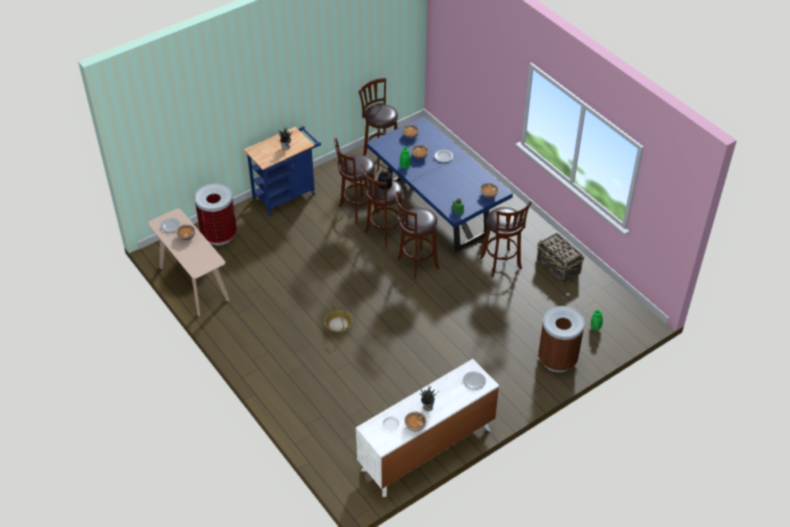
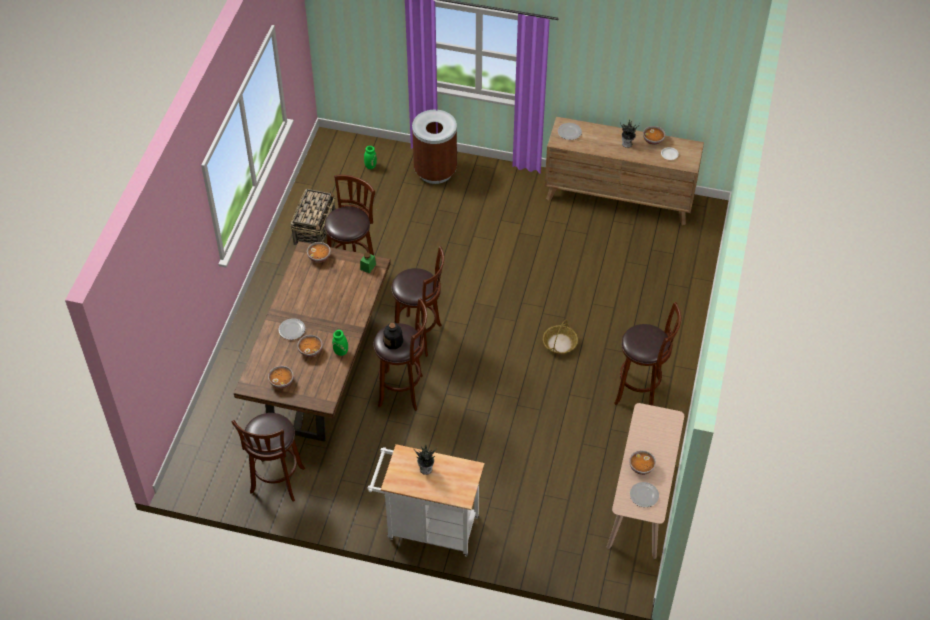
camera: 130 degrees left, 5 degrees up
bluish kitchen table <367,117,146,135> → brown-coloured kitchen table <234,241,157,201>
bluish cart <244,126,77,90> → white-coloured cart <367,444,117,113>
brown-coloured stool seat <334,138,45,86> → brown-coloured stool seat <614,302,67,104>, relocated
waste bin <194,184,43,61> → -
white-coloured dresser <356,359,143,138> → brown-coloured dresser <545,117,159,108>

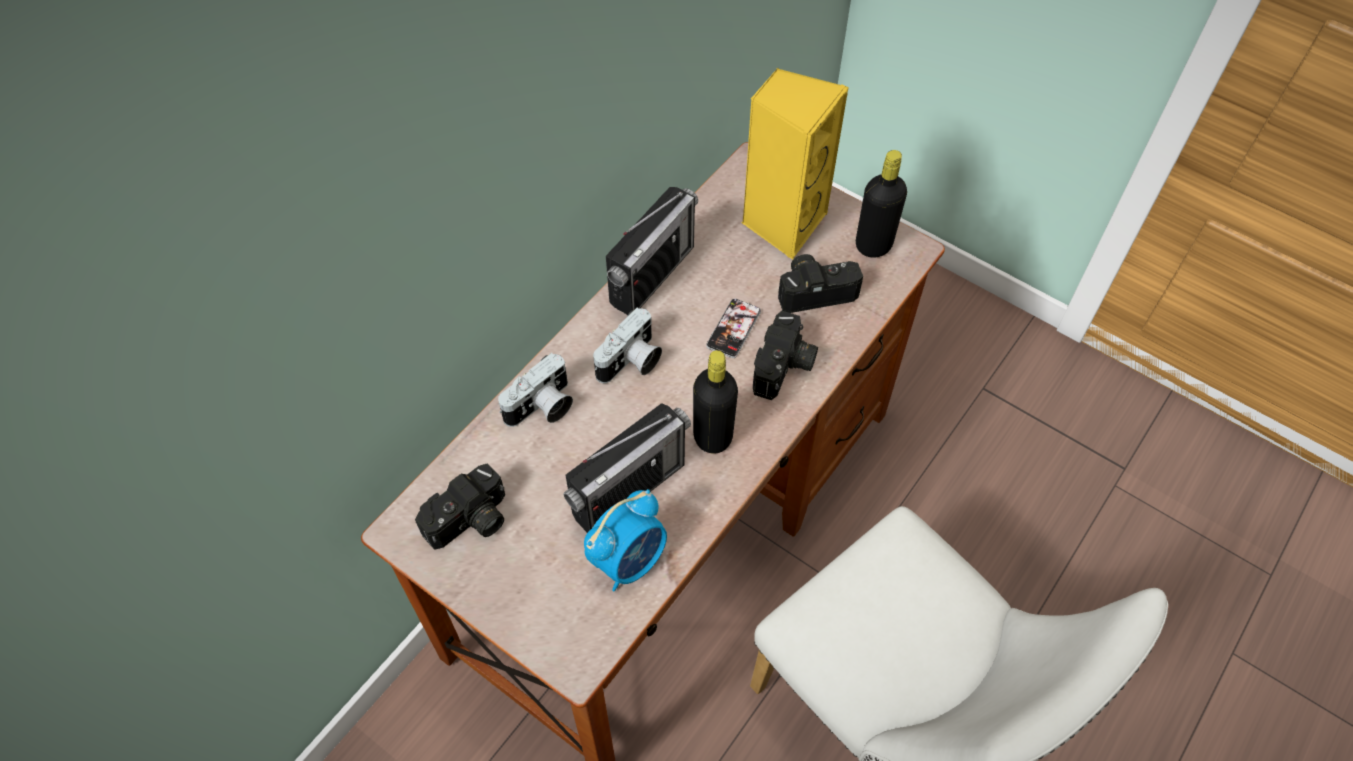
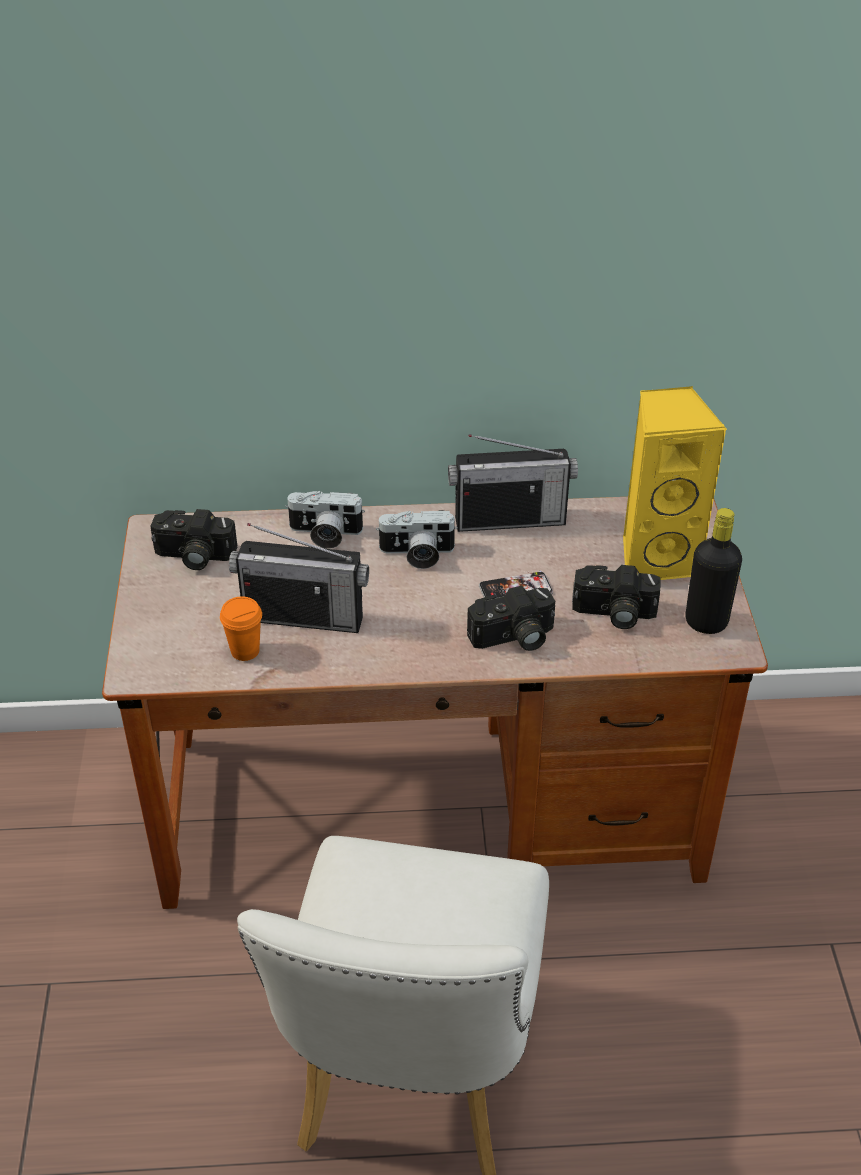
camera: 50 degrees right, 15 degrees down
still camera <778,254,85,59> → still camera <572,565,89,64>, 150 degrees clockwise
blackish drink bottle <693,350,45,104> → -
bedside clock <584,489,83,102> → orangey drinking cup <220,596,42,65>

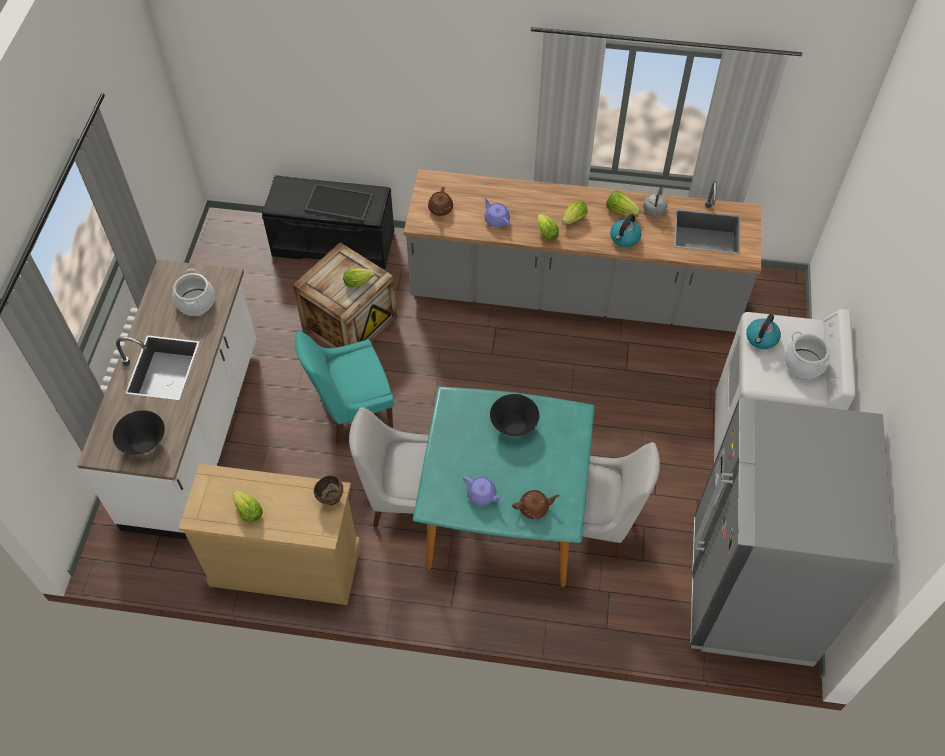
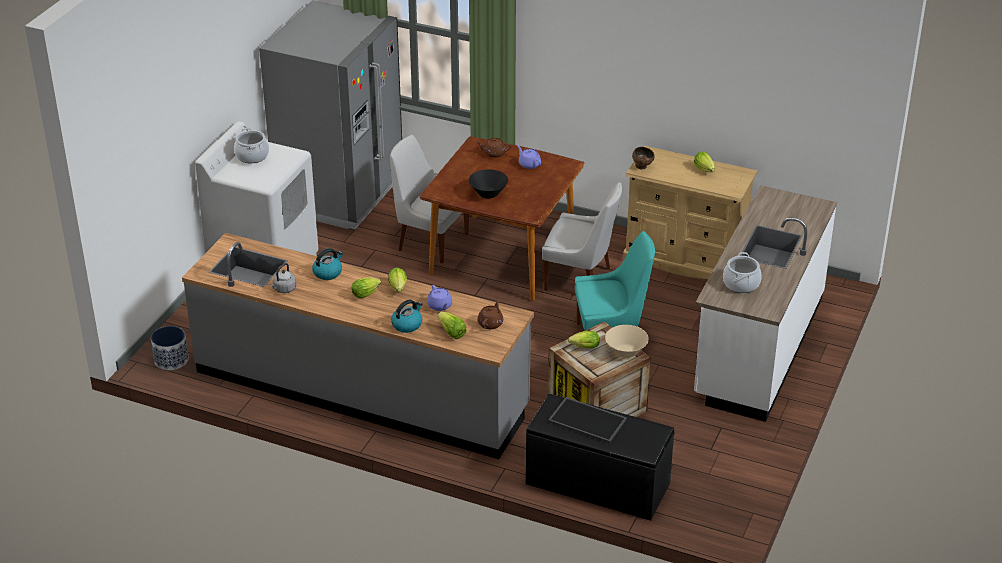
camera: 165 degrees left, 20 degrees down
lettuce <606,191,35,26> → lettuce <437,312,30,27>, relocated
kettle <746,314,35,35> → kettle <391,300,31,33>, relocated
turquoise kitchen table <413,386,181,201> → brown-coloured kitchen table <419,136,165,165>
blackish deep dish <113,410,52,45> → -
- → beige deep dish <605,325,44,33>
- → plant pot <151,326,38,44>

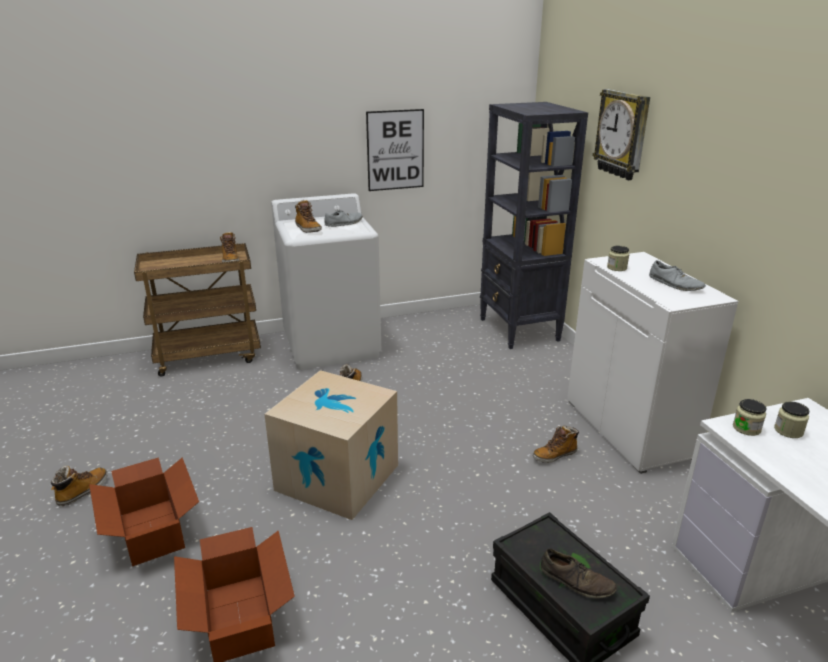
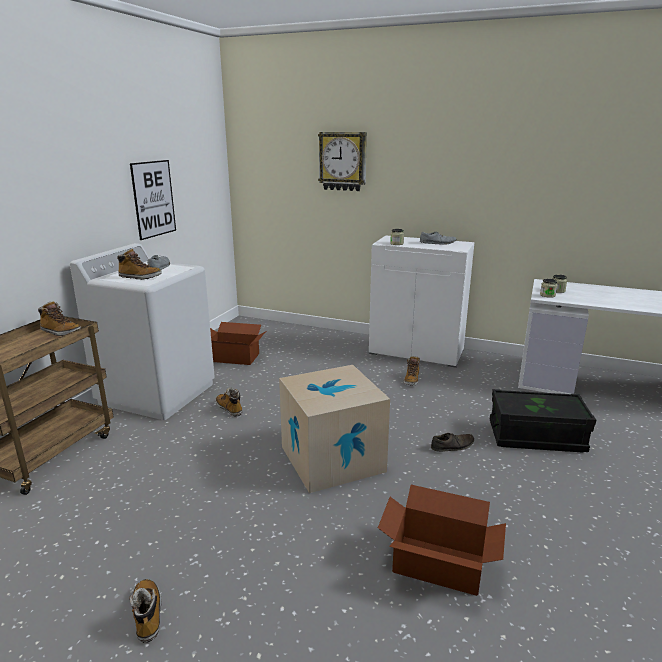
camera: 50 degrees left, 5 degrees down
blackish bookcase <480,102,108,247> → -
cardboard box <89,457,110,109> → cardboard box <210,322,56,43>, relocated
brown-coloured low shoe <541,548,76,50> → brown-coloured low shoe <431,433,43,19>, relocated

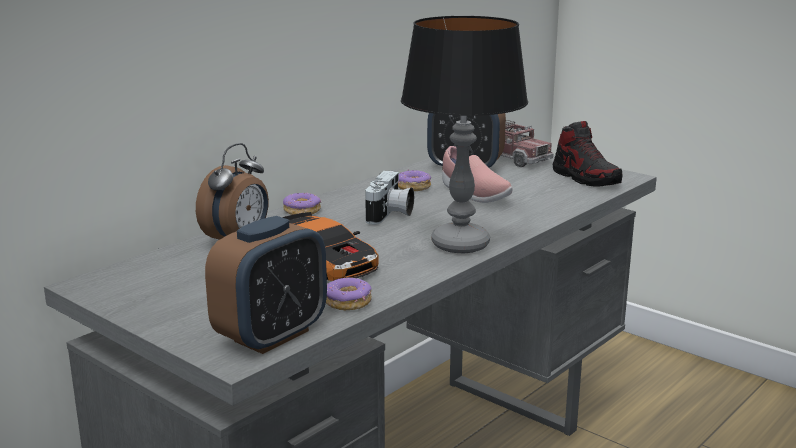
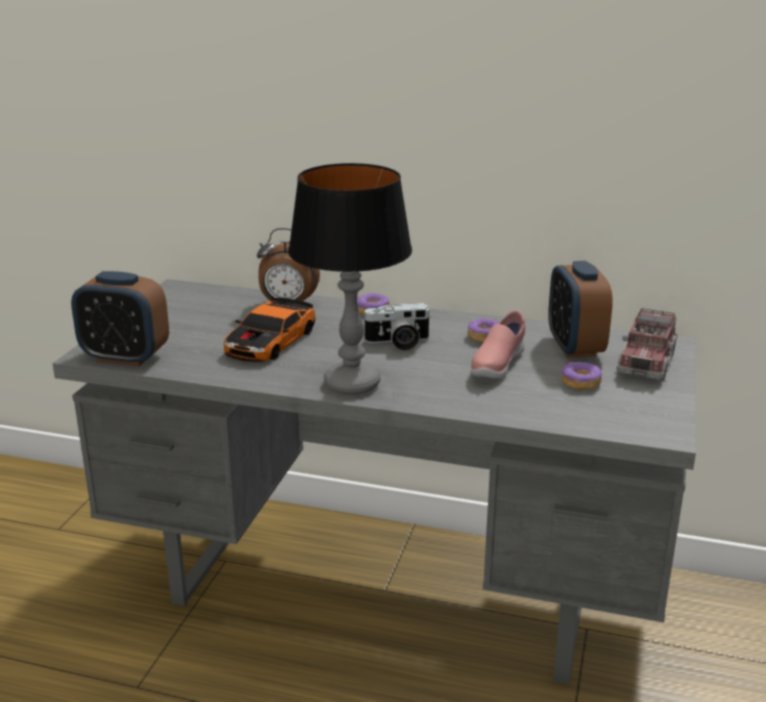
camera: 65 degrees right, 5 degrees up
low shoe <553,121,70,66> → -
ring doughnut <326,278,46,32> → ring doughnut <562,362,40,28>, relocated

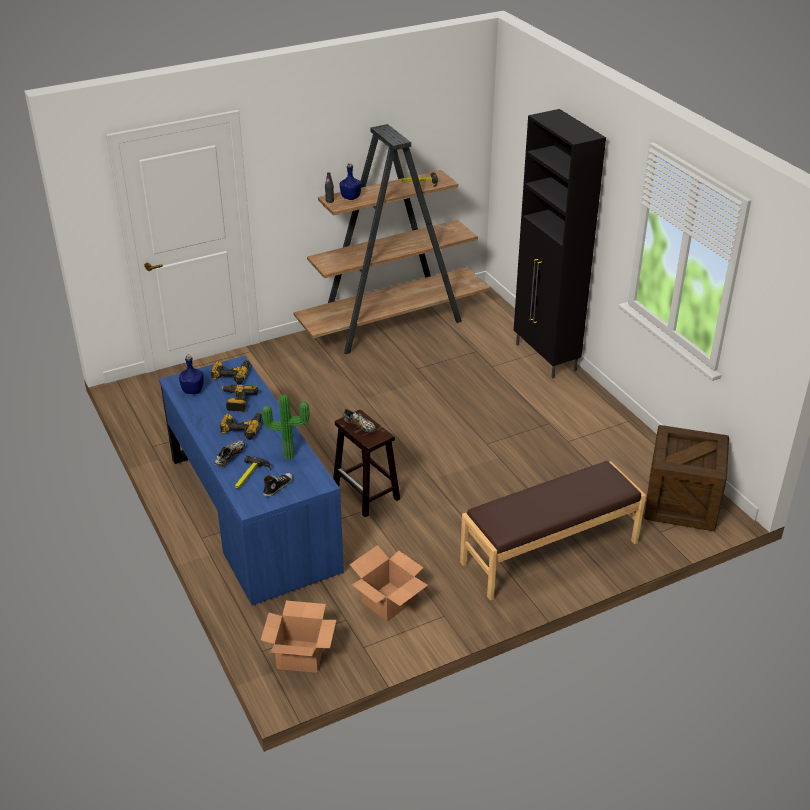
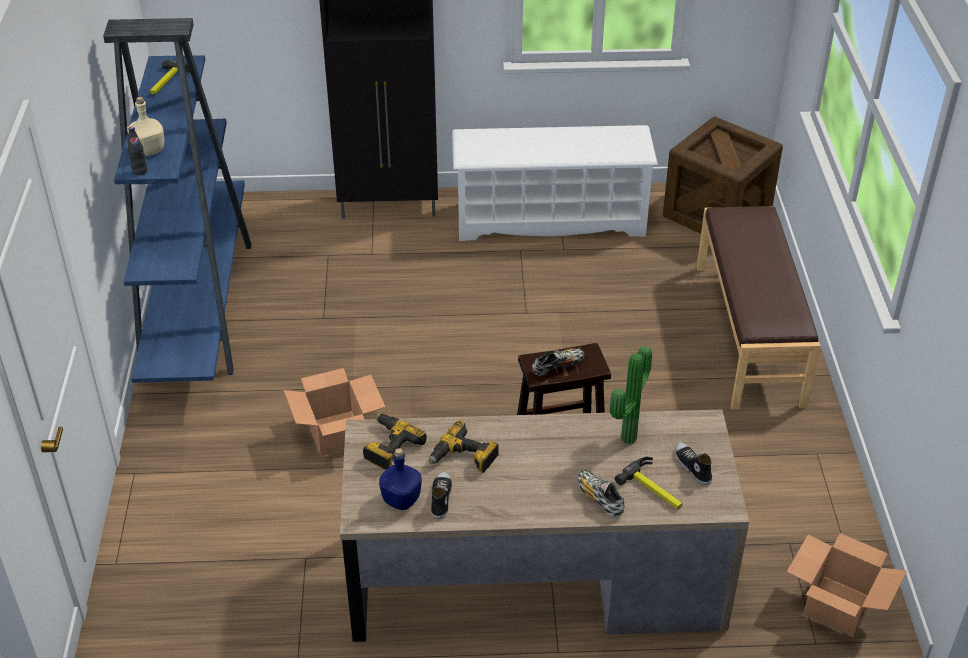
camera: 65 degrees left, 5 degrees up
brown-coloured bookcase <293,124,197,230> → bluish bookcase <103,18,148,365>
bluish drink bottle <340,163,21,37> → beige drink bottle <127,97,37,59>
bluish desk <159,356,185,249> → brown-coloured desk <340,410,409,232>
electric drill <220,412,42,28> → -
cardboard box <350,545,78,77> → cardboard box <284,368,101,88>, relocated
- → white-coloured shoe rack <452,125,206,116>
- → low shoe <431,471,21,48>

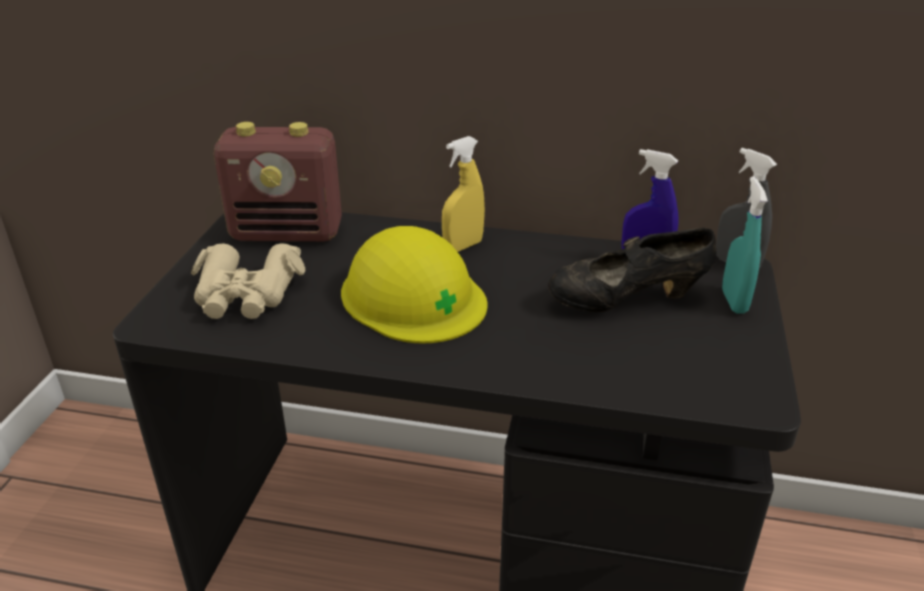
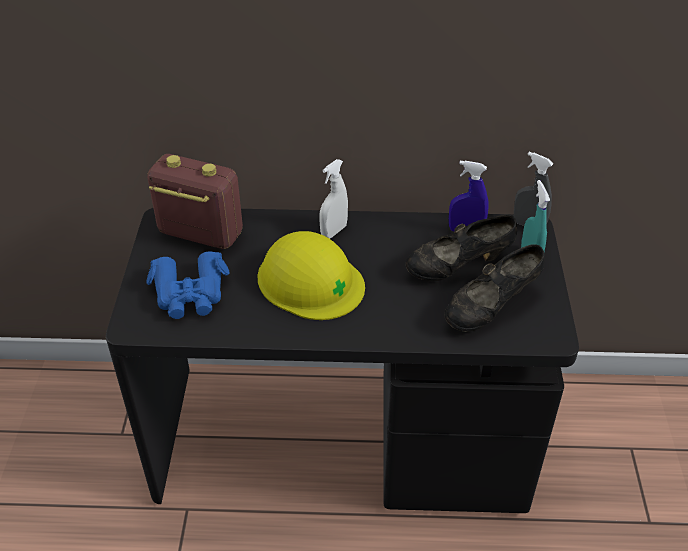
camera: 10 degrees left, 10 degrees up
radio <214,122,128,120> → radio <147,154,96,95>, 150 degrees counterclockwise
yellow-coloured sprayer <442,136,43,116> → white-coloured sprayer <320,159,28,80>
beige binoculars <191,243,114,76> → bluish binoculars <146,251,83,68>
- → blackish low shoe <444,244,100,88>

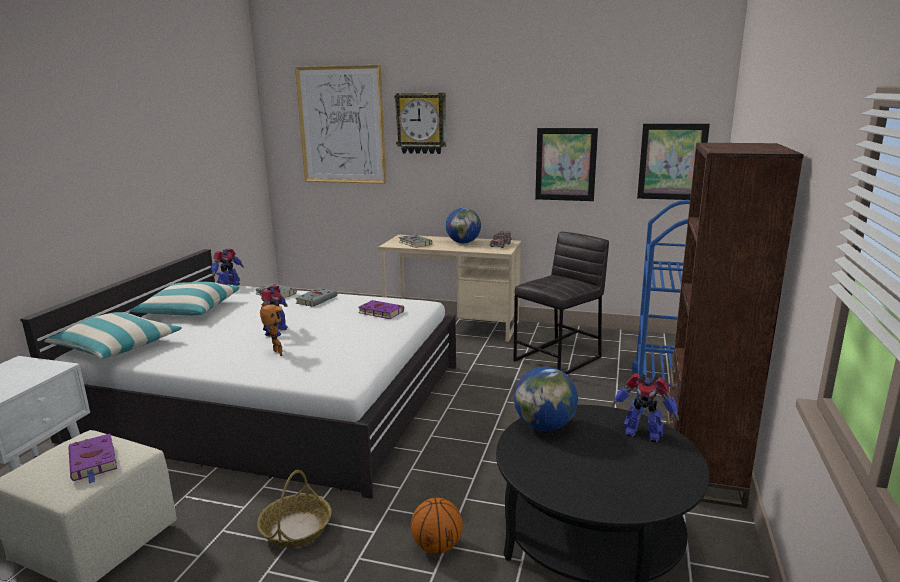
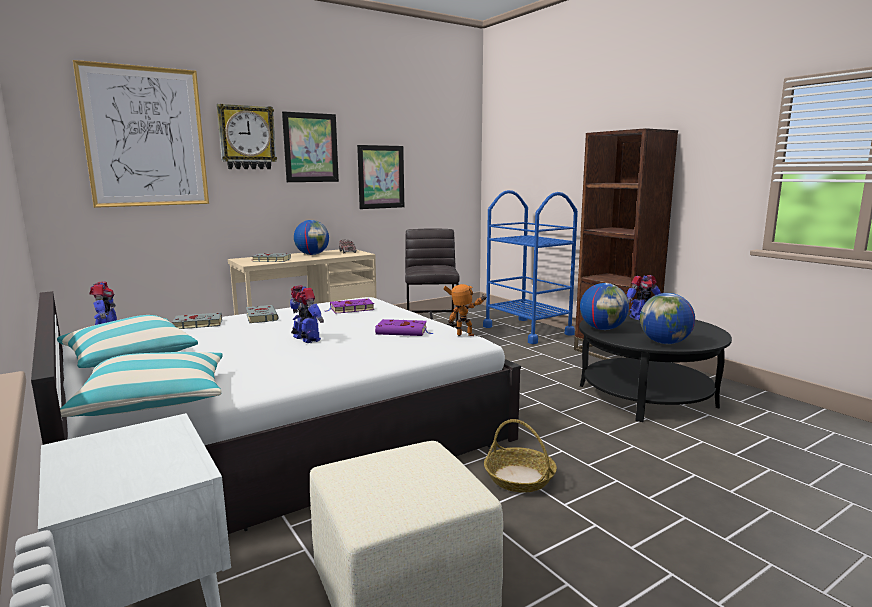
camera: 50 degrees left, 5 degrees down
picture <637,124,73,76> → picture <282,111,57,71>, relocated
toy robot <260,302,23,54> → toy robot <443,284,44,52>, relocated
purplish volume <68,434,49,50> → purplish volume <375,319,58,17>, relocated
ball for basketball <411,498,52,56> → -
- → desk globe <640,293,55,51>

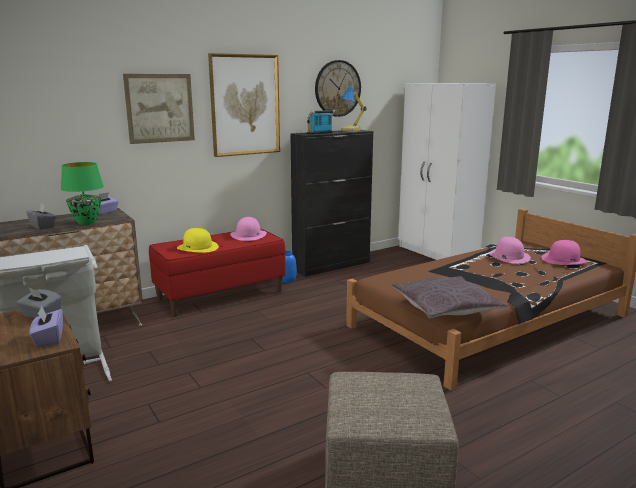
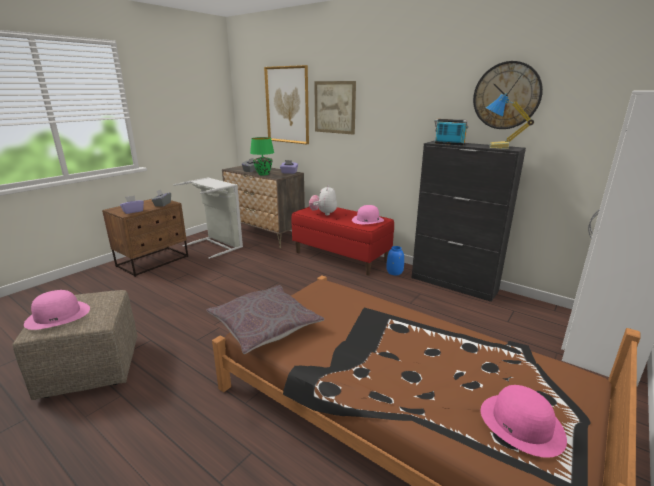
camera: 70 degrees right, 5 degrees up
picture <208,53,72,104> → picture <264,65,45,79>, relocated
yellow-coloured wearable hat <177,228,42,25> → soft toy <309,185,28,31>
pink-coloured wearable hat <489,237,42,27> → pink-coloured wearable hat <24,290,66,40>, relocated

